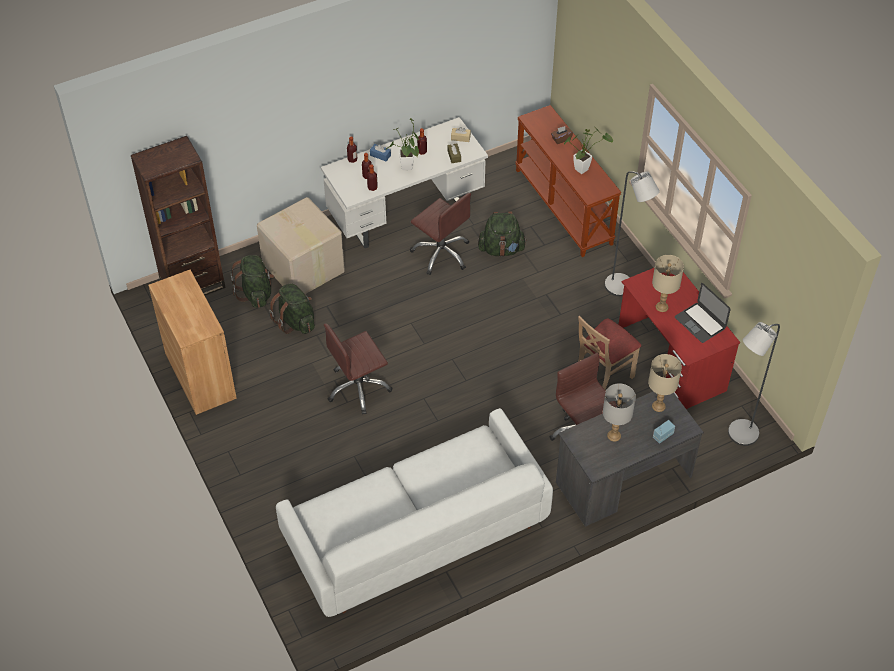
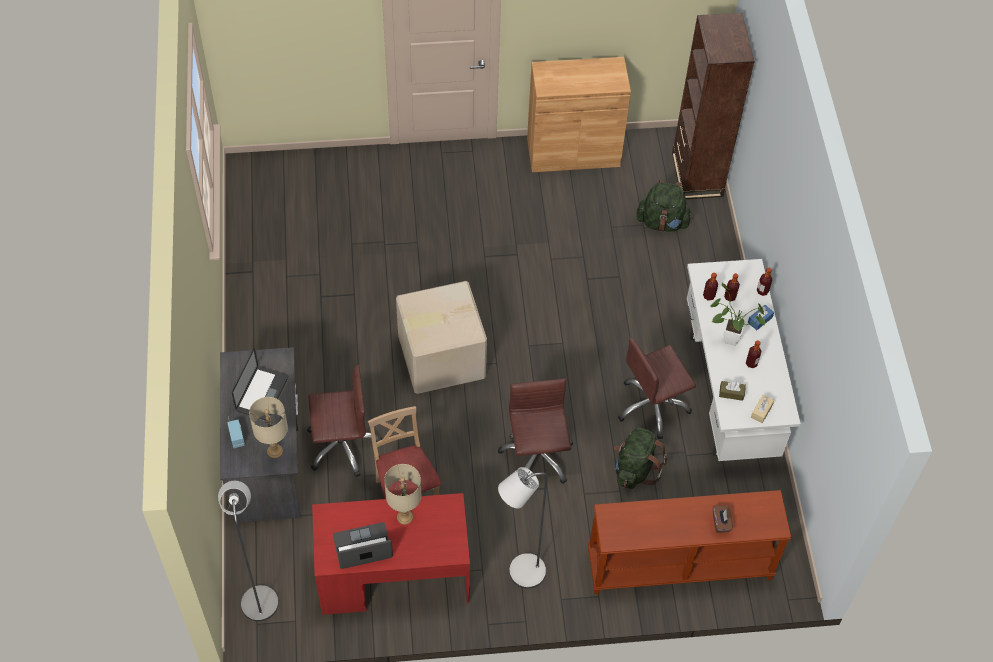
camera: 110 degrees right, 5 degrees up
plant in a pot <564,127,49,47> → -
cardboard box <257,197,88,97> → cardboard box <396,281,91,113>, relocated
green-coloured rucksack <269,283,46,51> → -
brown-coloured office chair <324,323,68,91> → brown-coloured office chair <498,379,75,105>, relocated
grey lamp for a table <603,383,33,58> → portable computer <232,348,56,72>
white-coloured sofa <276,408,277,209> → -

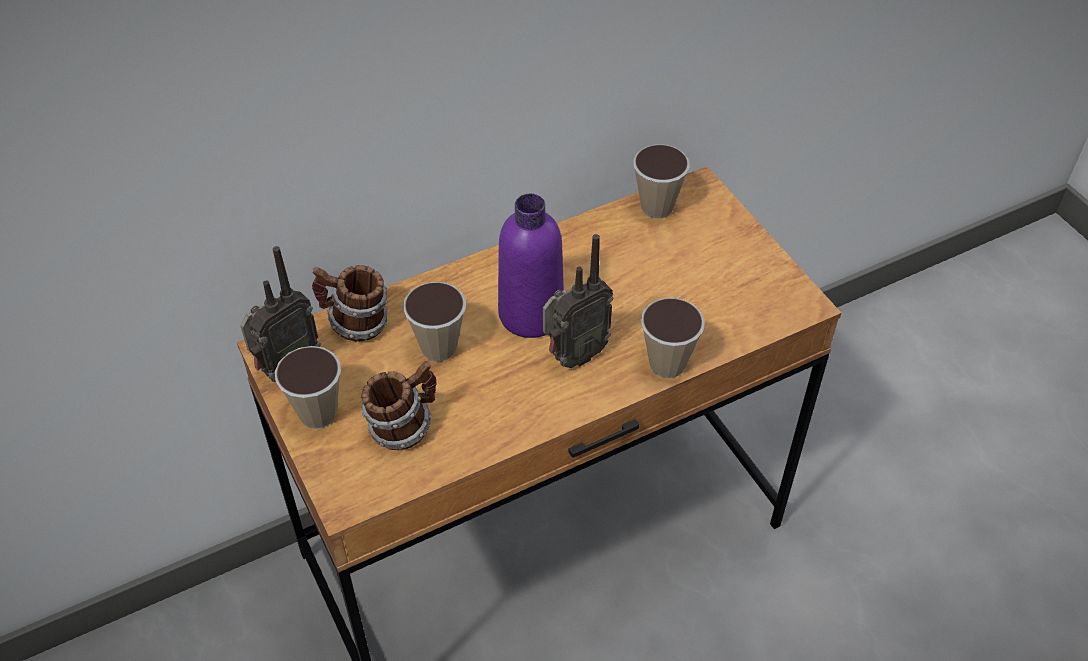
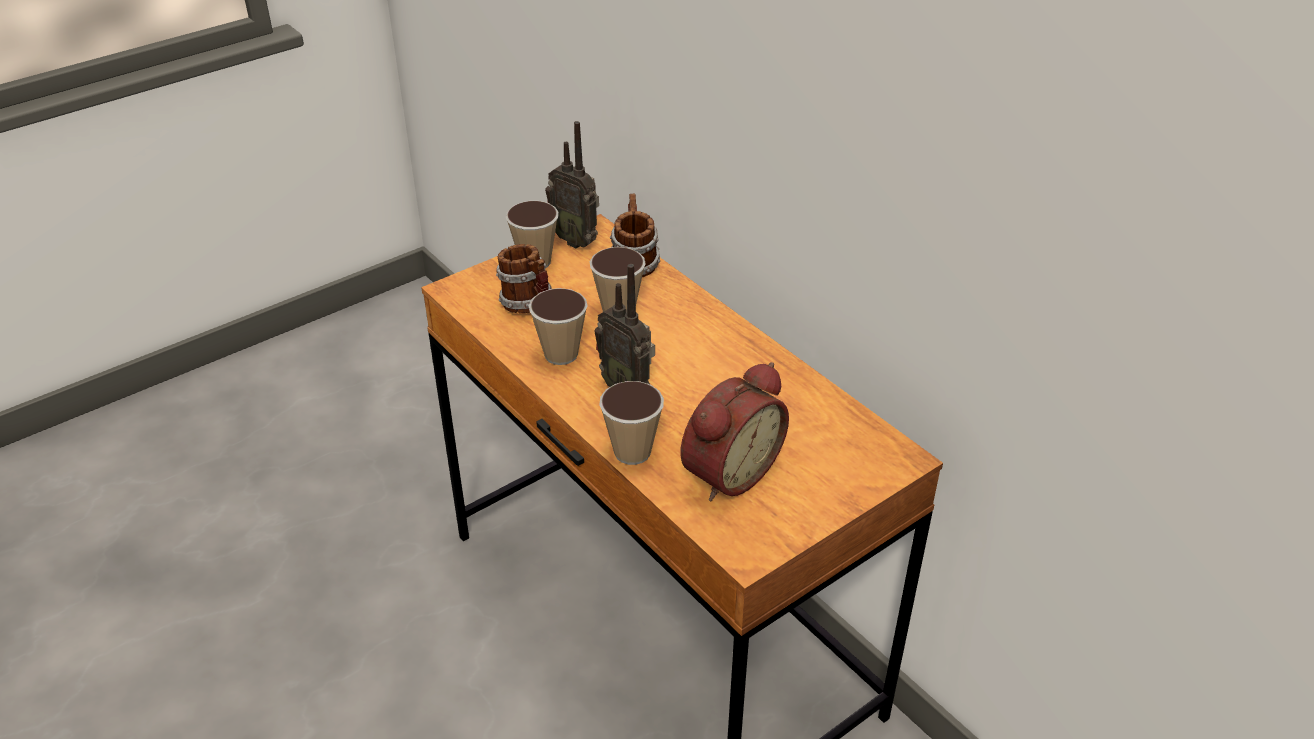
camera: 80 degrees right, 10 degrees down
drinking cup <633,145,57,73> → drinking cup <529,288,58,77>, relocated
purplish drink bottle <498,194,66,144> → -
- → bedside clock <680,362,109,139>

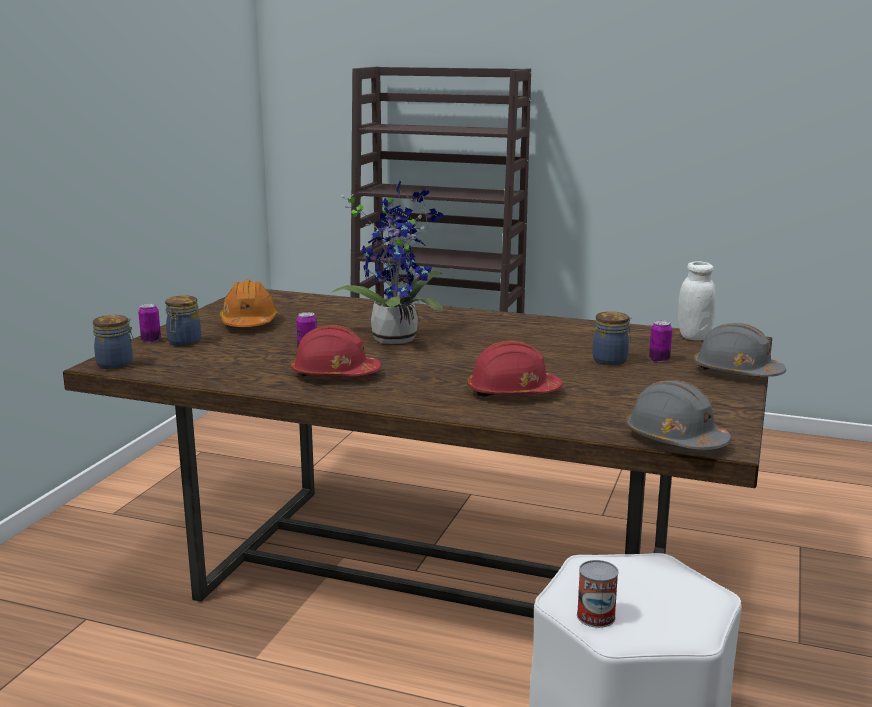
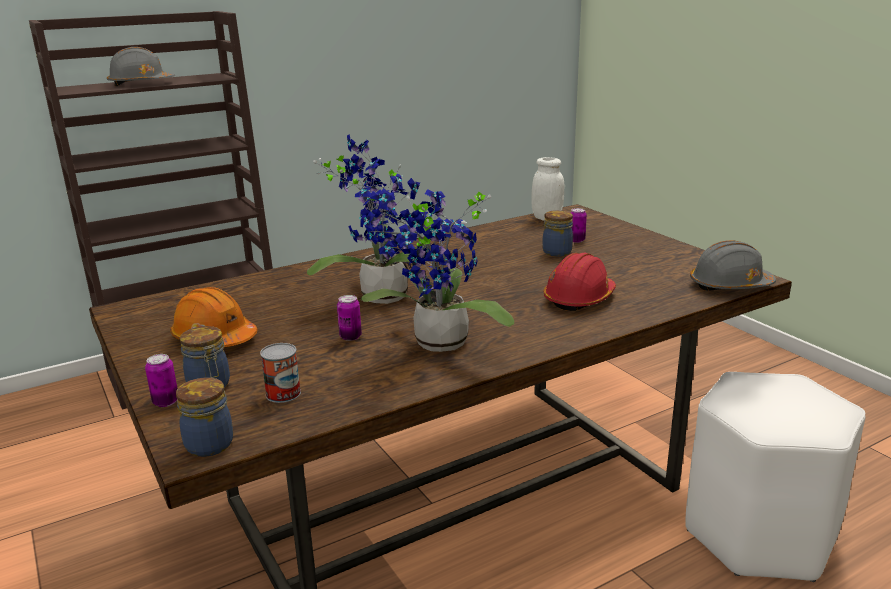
camera: 50 degrees left, 5 degrees up
grey hard hat <694,323,92,54> → grey hard hat <107,47,68,39>, relocated
red hard hat <291,325,90,52> → plant in a pot <361,178,153,174>
metal can <577,560,42,68> → metal can <260,343,41,60>, relocated

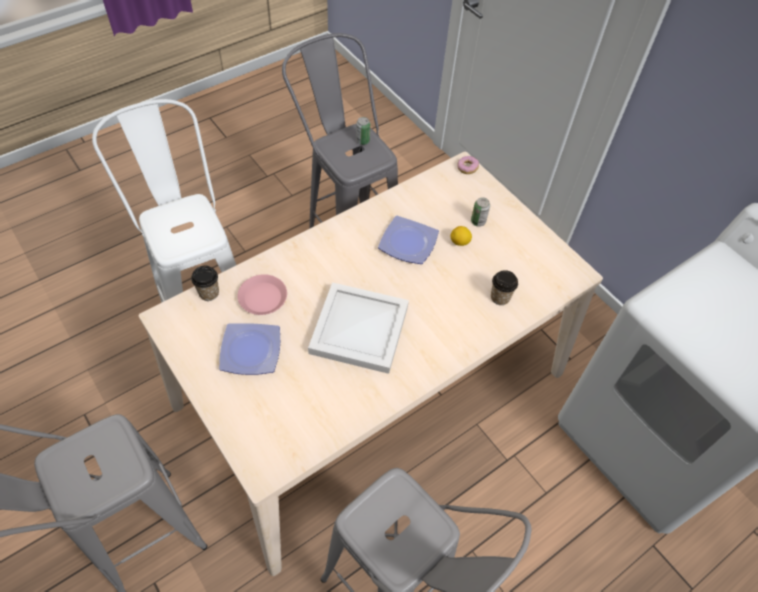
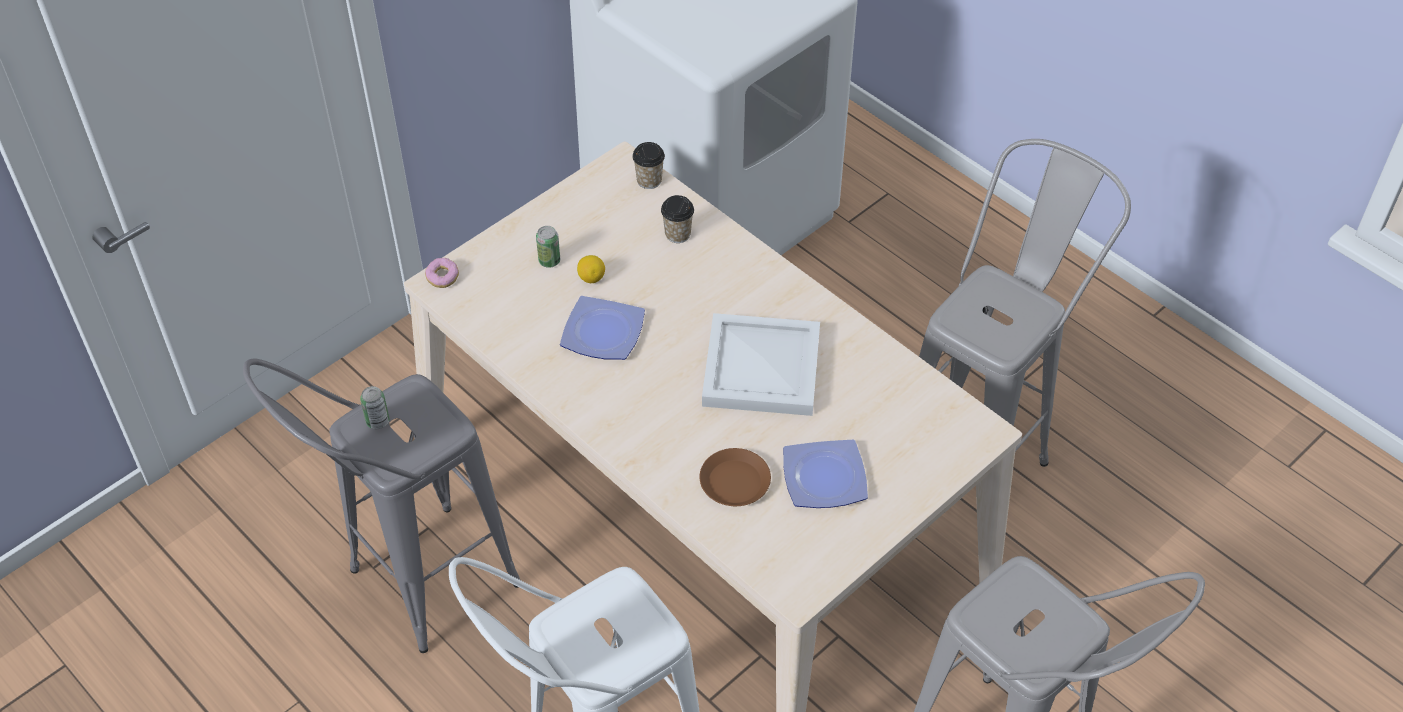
camera: 95 degrees left, 5 degrees down
drinking cup <191,266,28,35> → drinking cup <632,142,33,47>, relocated
pink-coloured plate <237,274,50,41> → brown-coloured plate <699,448,72,58>

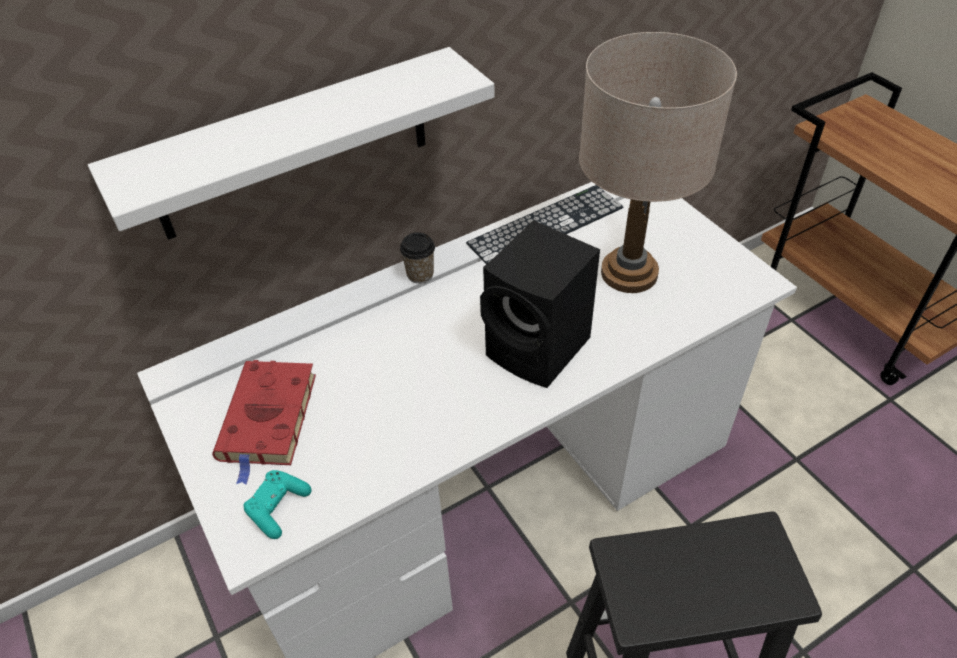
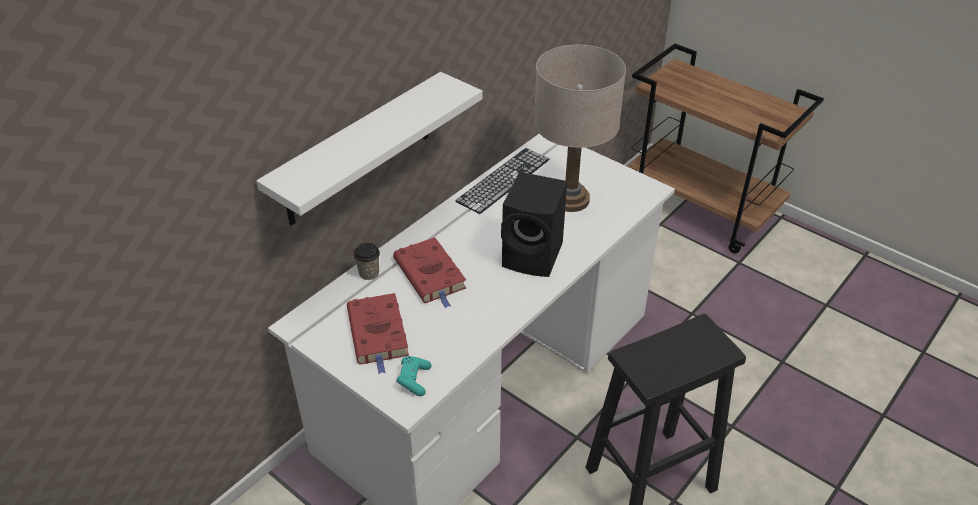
camera: 20 degrees left, 5 degrees down
drinking cup <400,232,35,52> → drinking cup <354,242,26,38>, relocated
- → red volume <393,237,73,71>

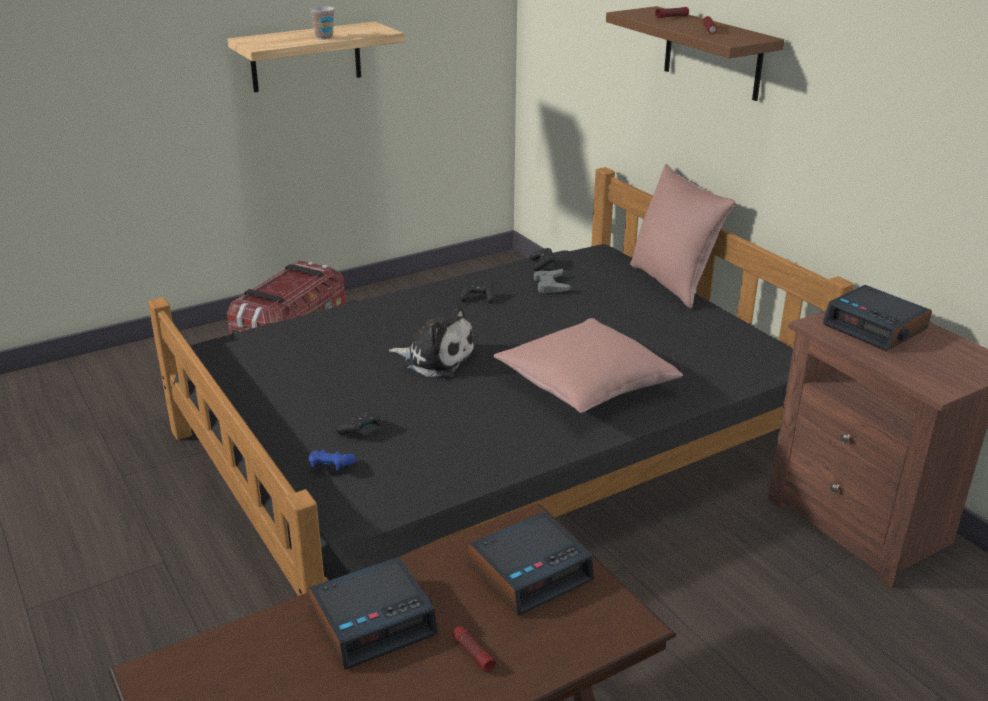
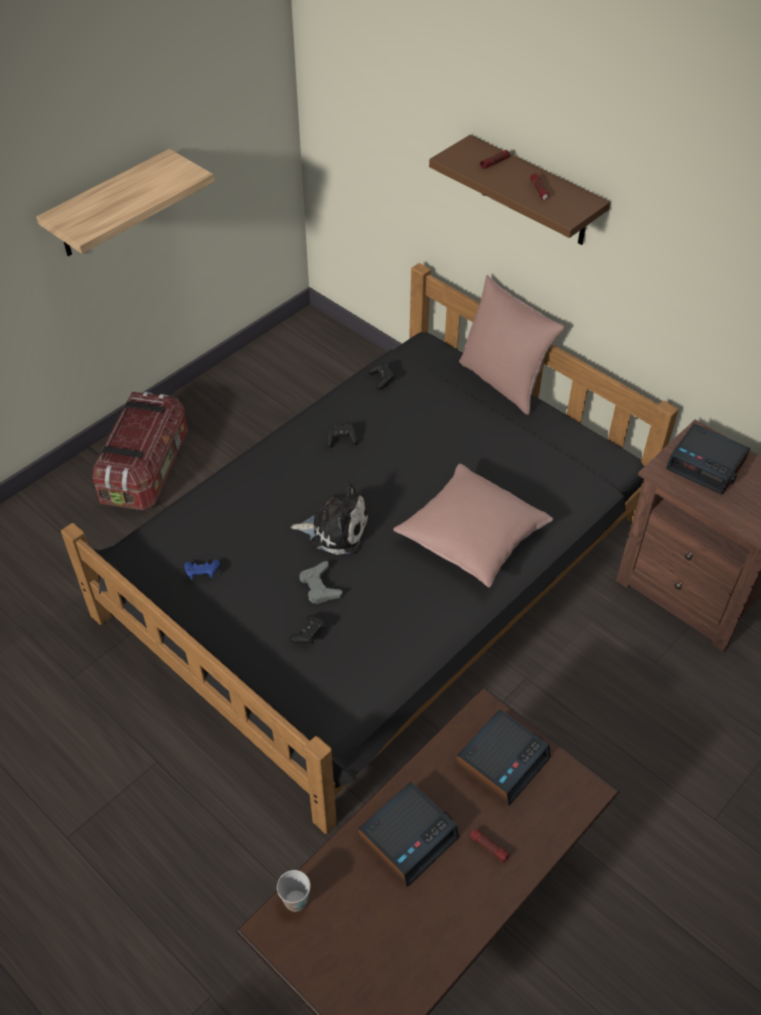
camera: 15 degrees left, 20 degrees up
drinking cup <310,6,25,34> → drinking cup <277,870,33,42>, relocated
grey joypad <534,269,36,24> → grey joypad <299,561,44,43>, relocated
bluish joypad <309,450,47,20> → bluish joypad <184,560,36,20>, relocated

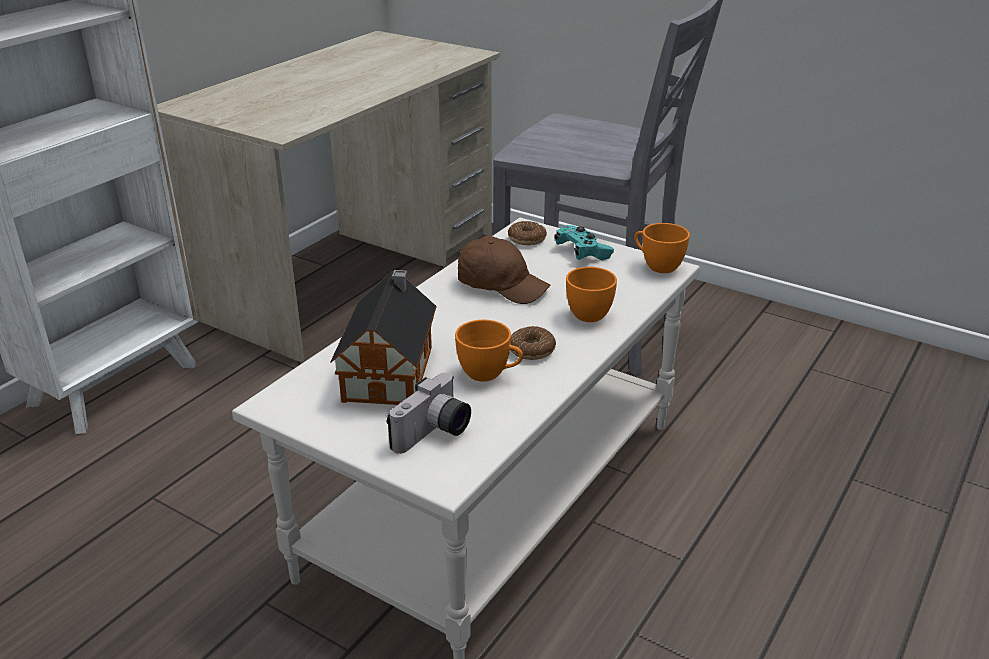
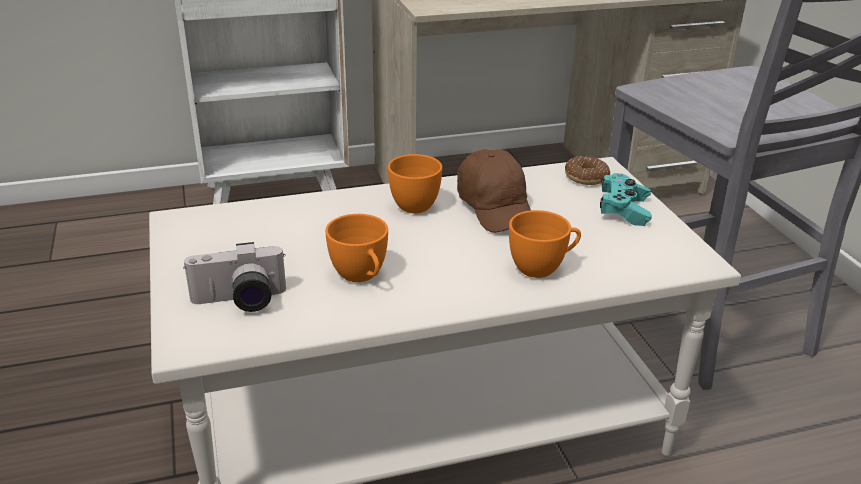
camera: 40 degrees right, 0 degrees up
orangey drinking cup <634,223,56,50> → orangey drinking cup <388,154,54,59>, relocated
toy house <330,270,106,135> → -
ring doughnut <510,326,46,34> → -

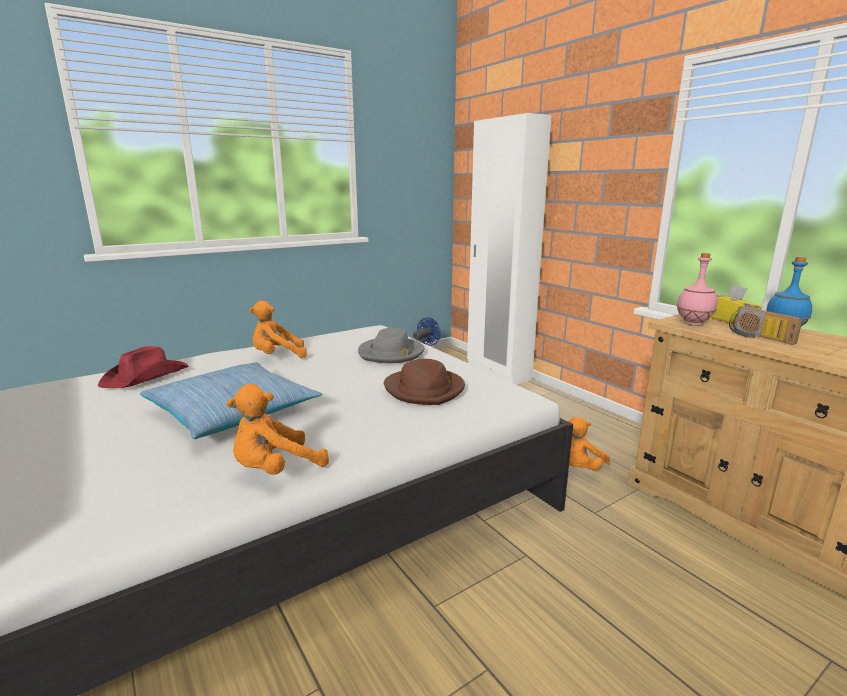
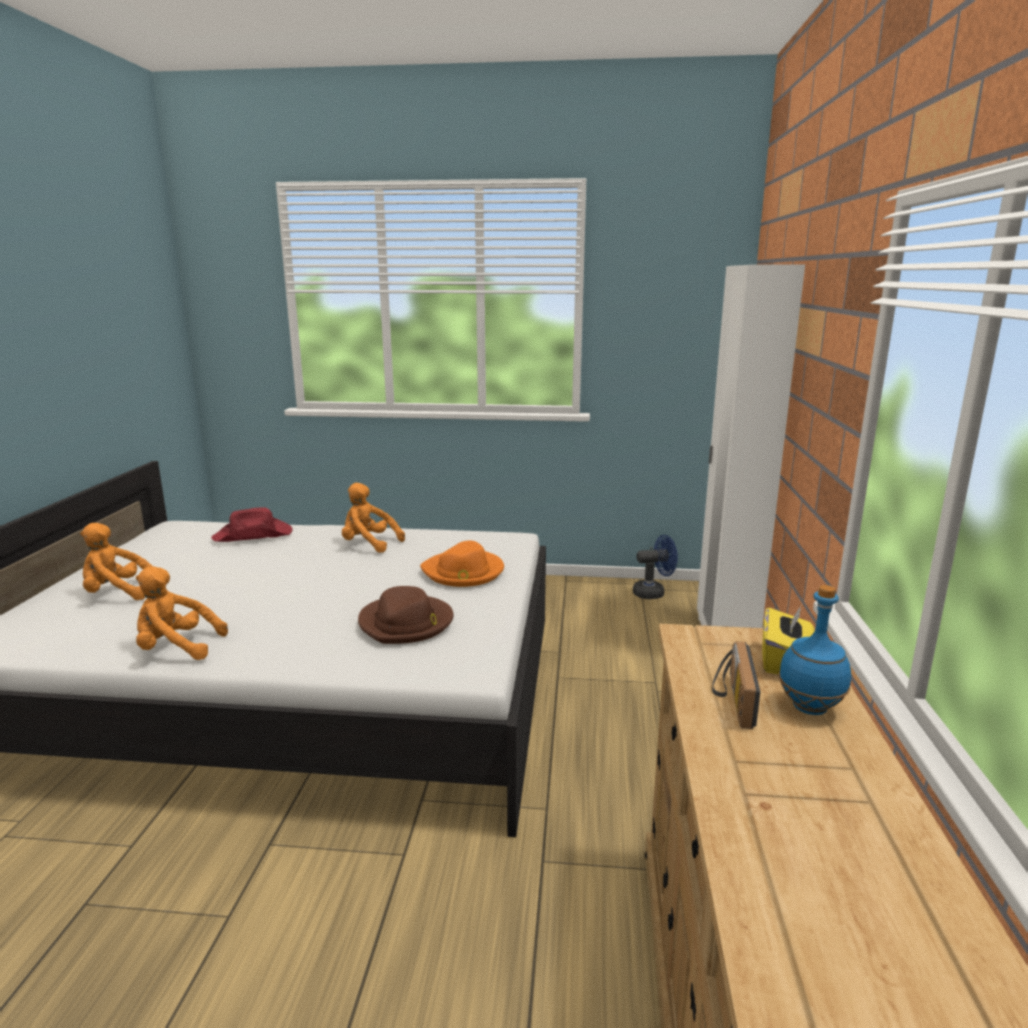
camera: 40 degrees right, 0 degrees up
pink-coloured drink bottle <677,253,41,73> → -
grey wearable hat <358,328,67,35> → orangey wearable hat <420,541,84,46>
cushion <140,362,182,77> → -
orangey soft toy <568,417,42,54> → orangey soft toy <80,523,73,77>, relocated

